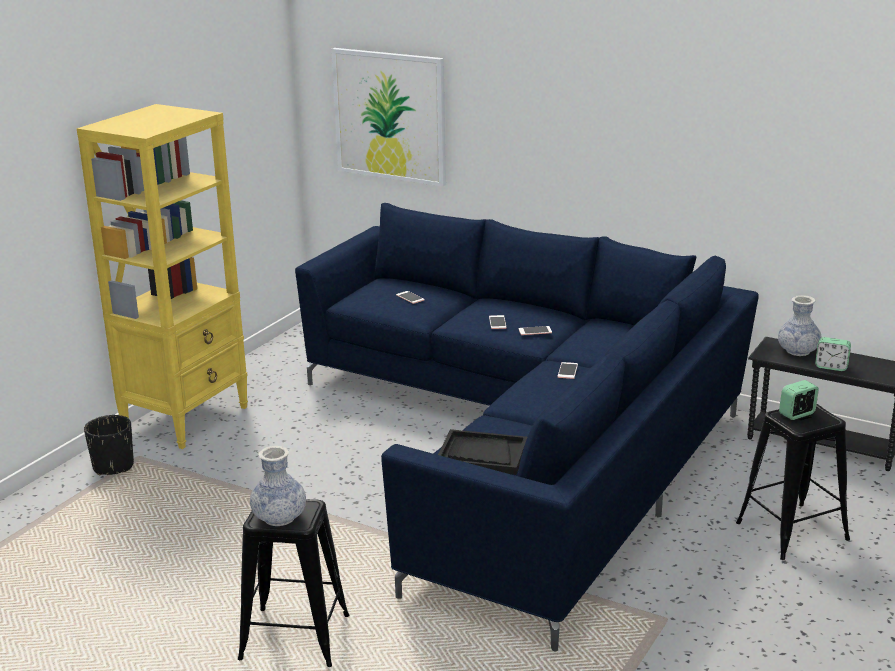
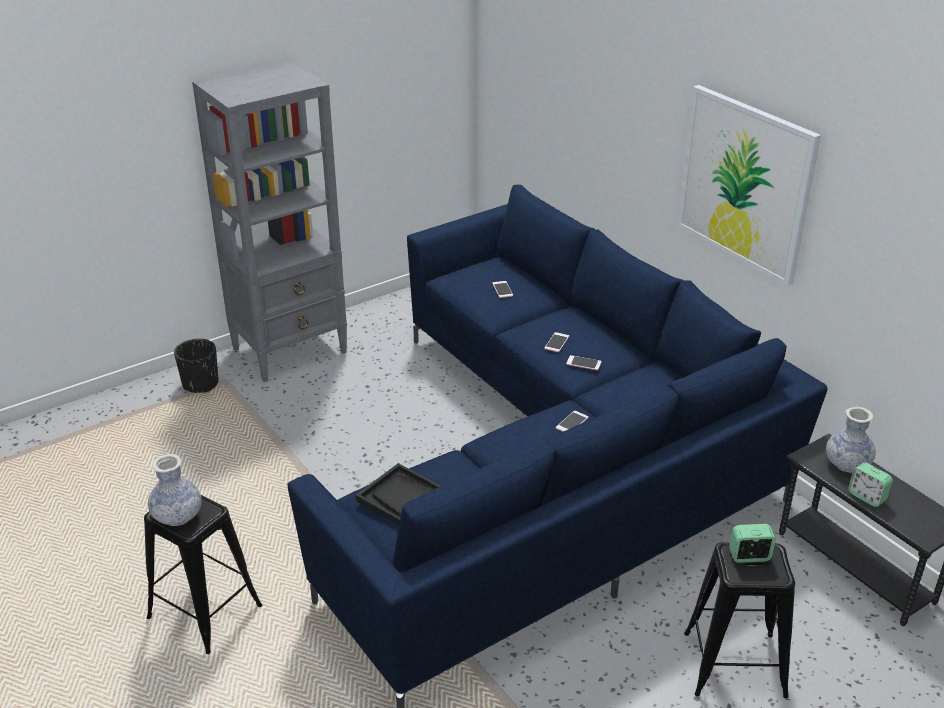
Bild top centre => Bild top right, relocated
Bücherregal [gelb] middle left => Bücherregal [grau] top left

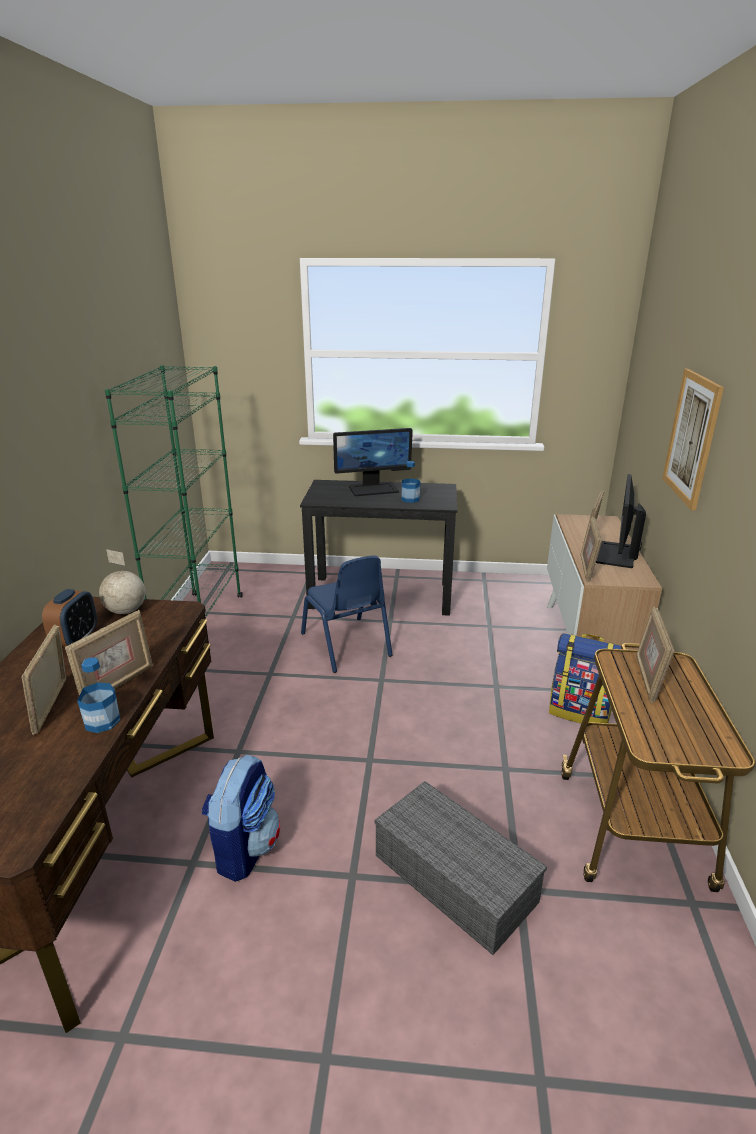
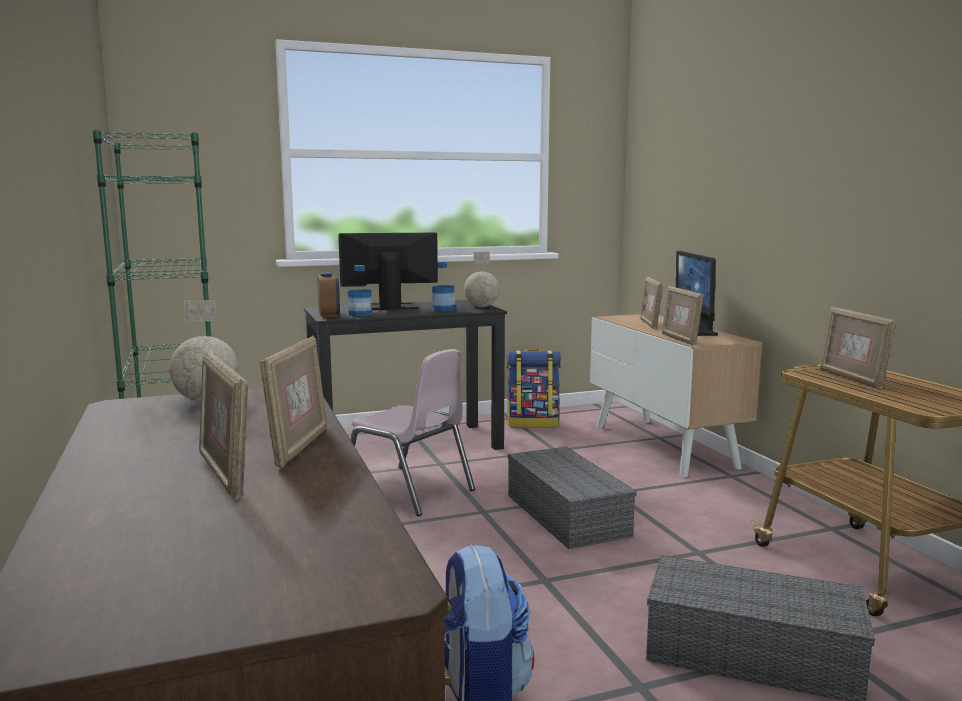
Bild middle right => nothing
Monitor (no. 1 from left) centre, 150 degrees counterclockwise
Stuhl [blau] centre => Stuhl [rosa] centre
Wecker middle left => Wecker centre, relocated
Rucksack (no. 2 from left) middle right => Rucksack (no. 2 from left) centre, relocated
Flasche (no. 1 from left) middle left => Flasche (no. 1 from left) centre, relocated
nothing => Globus (no. 2 from left) centre
nothing => Aufbewahrungsbox [grau] (no. 1 from left) bottom centre

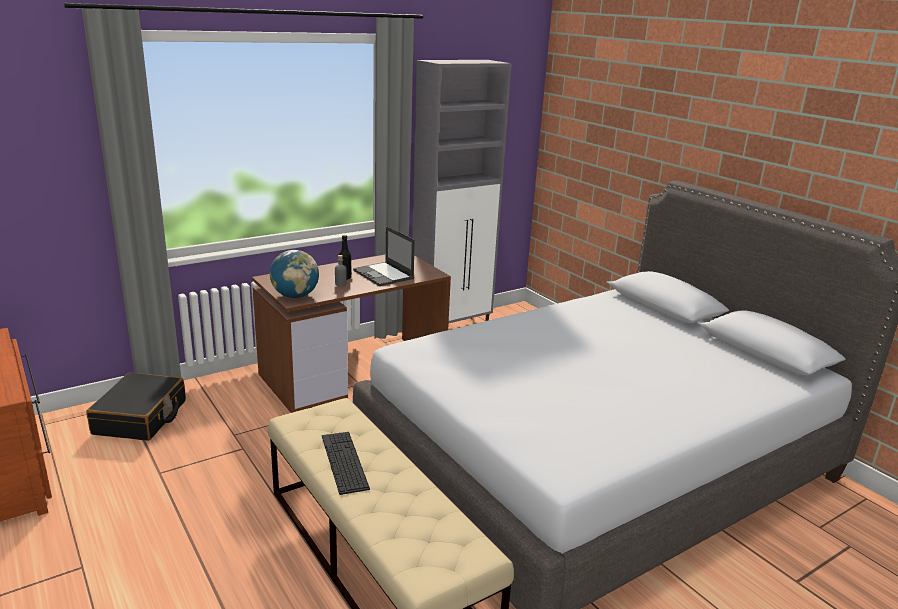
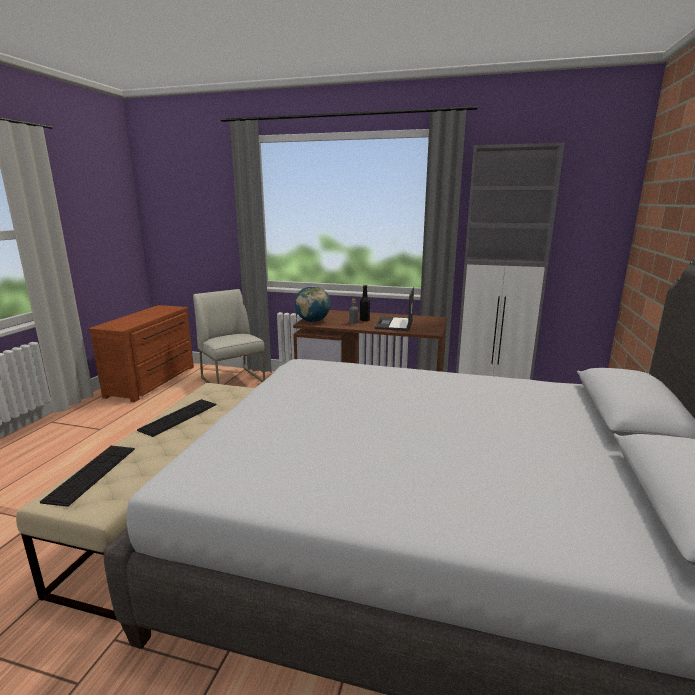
Koffer [schwarz] bottom left => Stuhl [weiß] middle left
nothing => Tastatur (no. 1 from left) bottom left

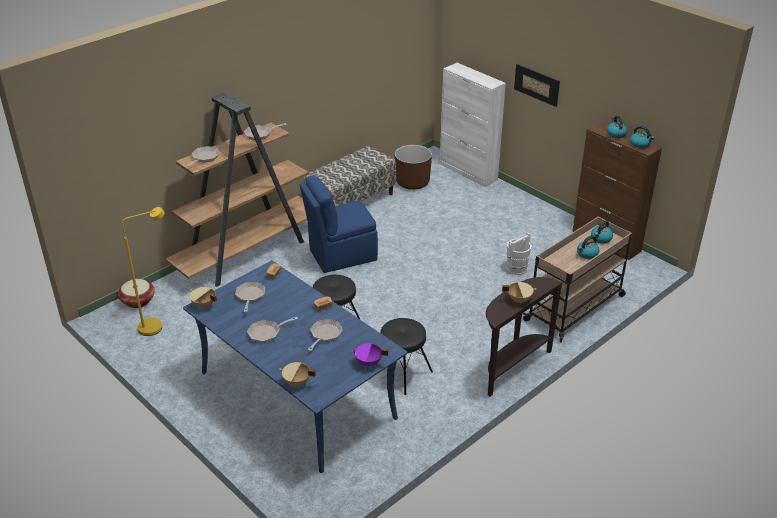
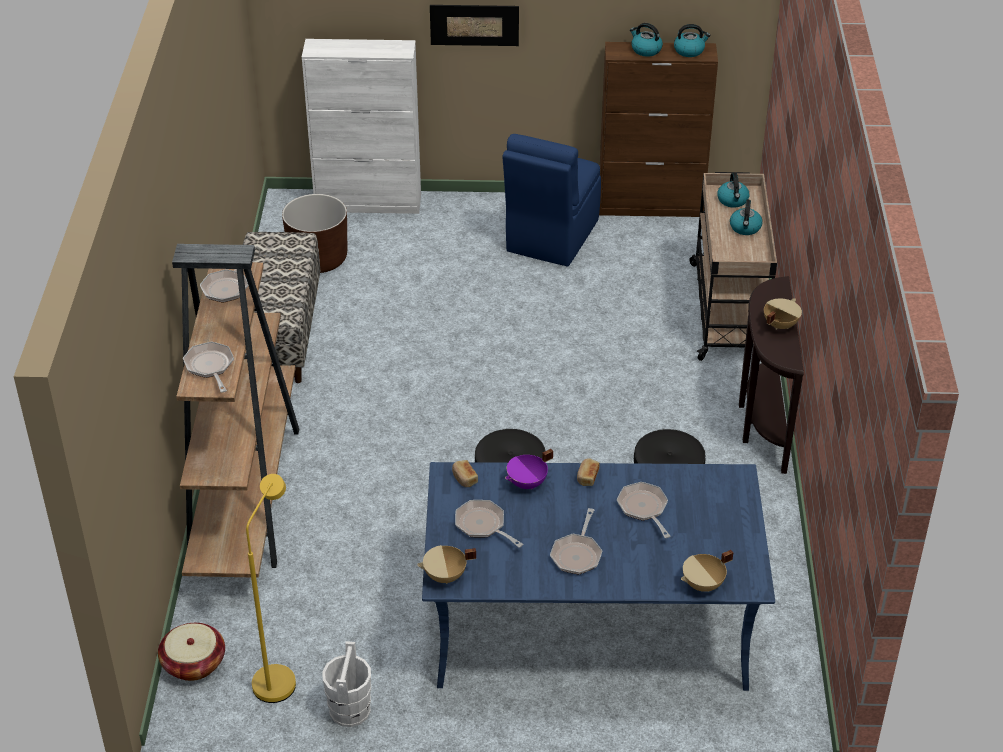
Stuhl [blau] centre => Stuhl [blau] top centre, relocated
Eimer [weiß] middle right => Eimer [weiß] bottom centre, relocated
Kochtopf [lila] bottom centre => Kochtopf [lila] centre, relocated

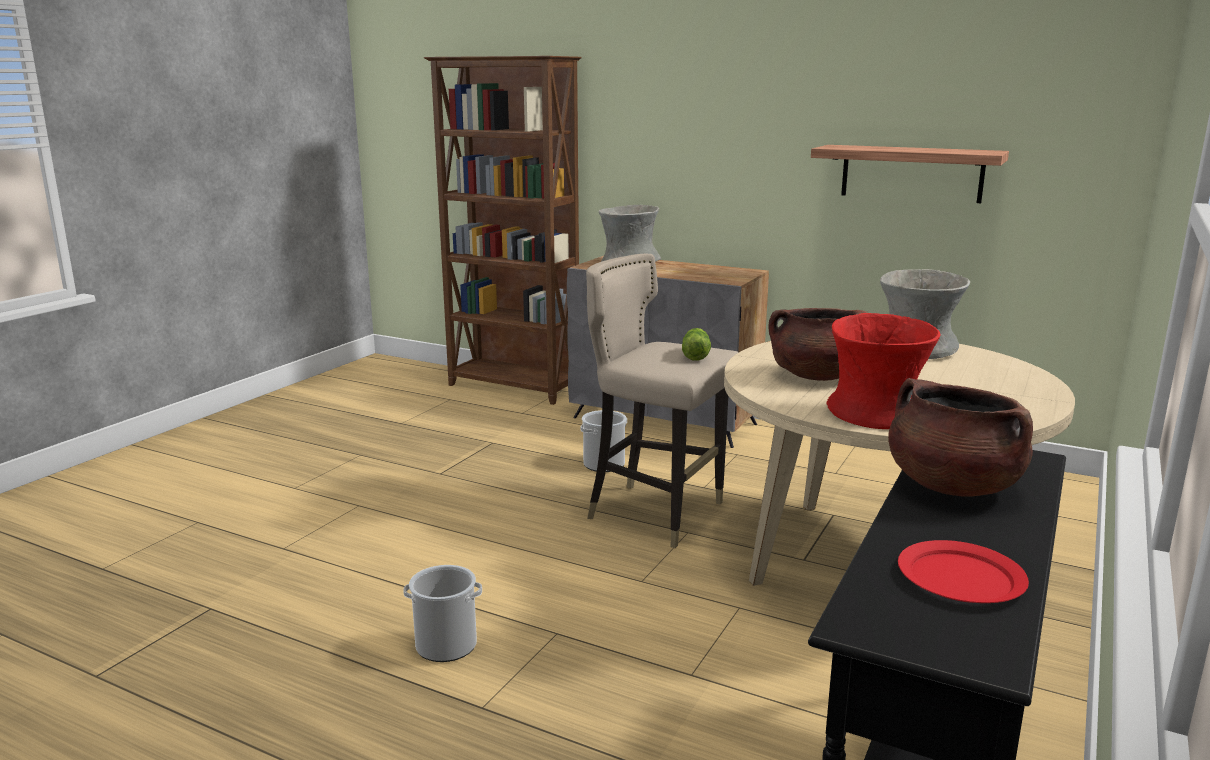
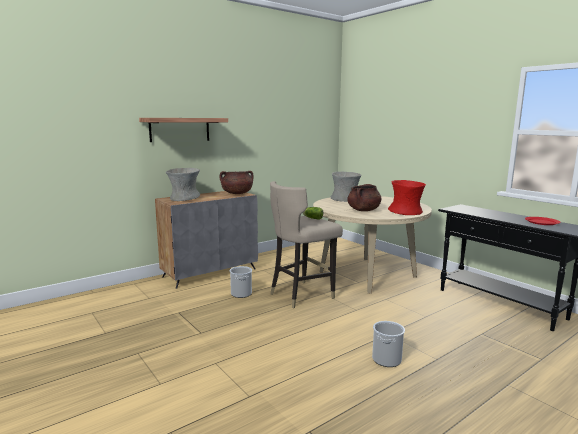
Bücherregal [braun] top centre => nothing
Wandregal top right => Wandregal top left, relocated
Kochtopf [braun] (no. 2 from left in the first image) middle right => Kochtopf [braun] (no. 1 from left) centre, relocated

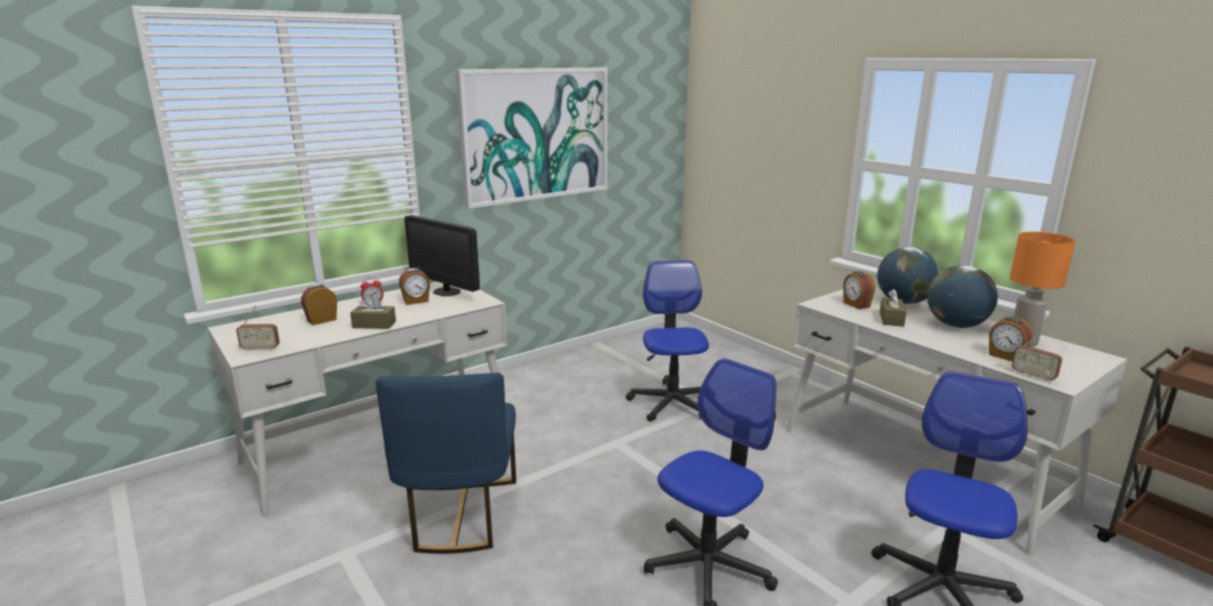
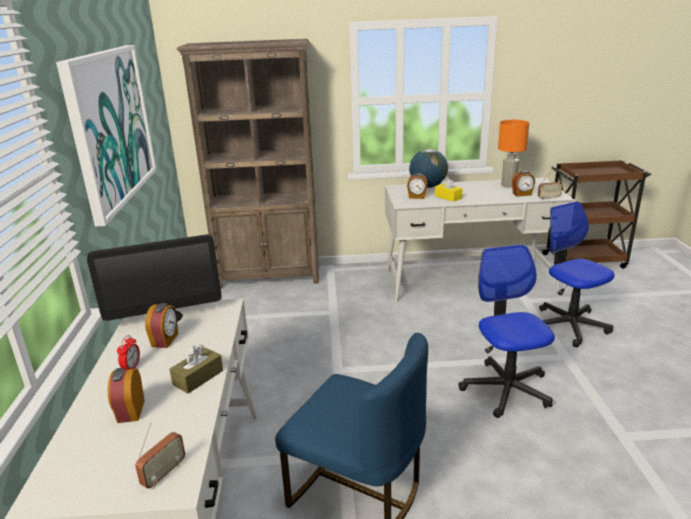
Bürostuhl (no. 1 from left) centre => nothing
Globus (no. 2 from left) middle right => nothing
Taschentuchbox [braun] (no. 2 from left) middle right => Taschentuchbox [gelb] centre
nothing => Bücherregal [braun] top centre

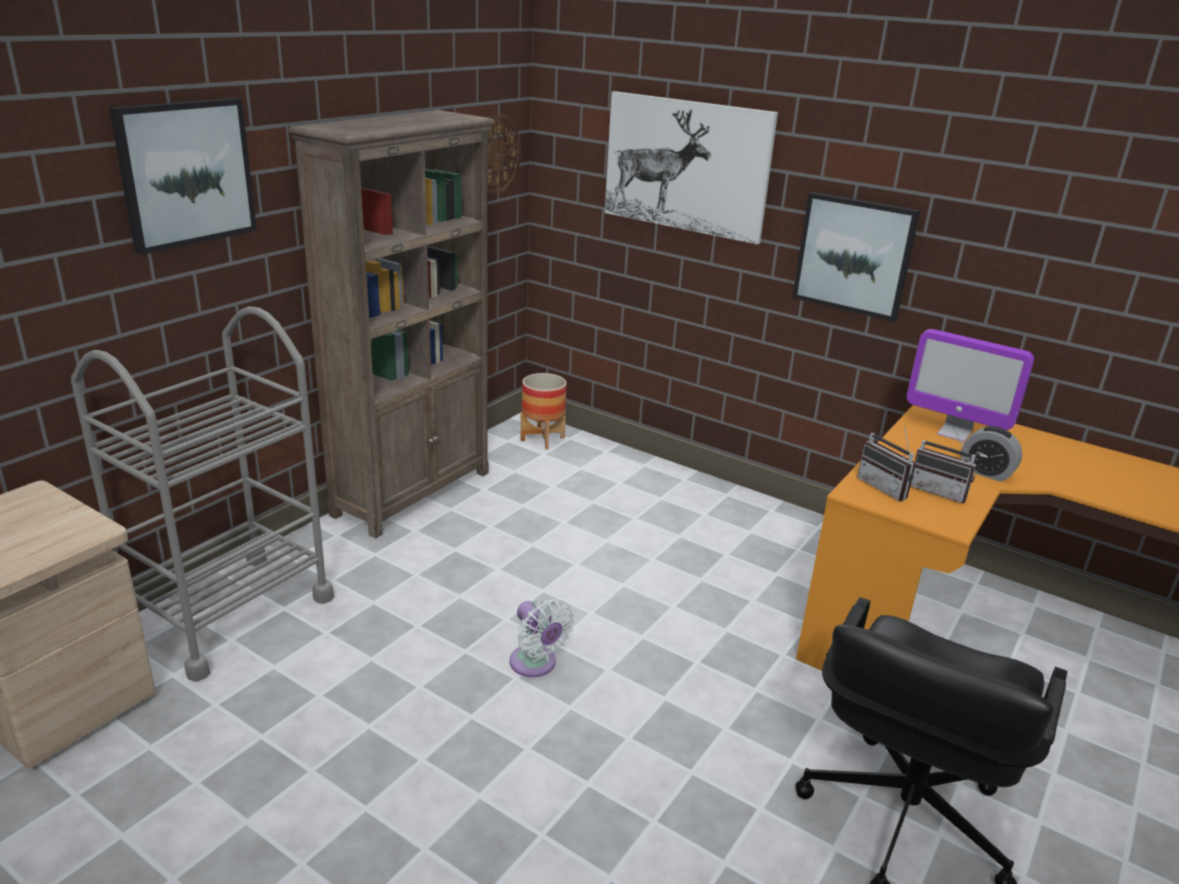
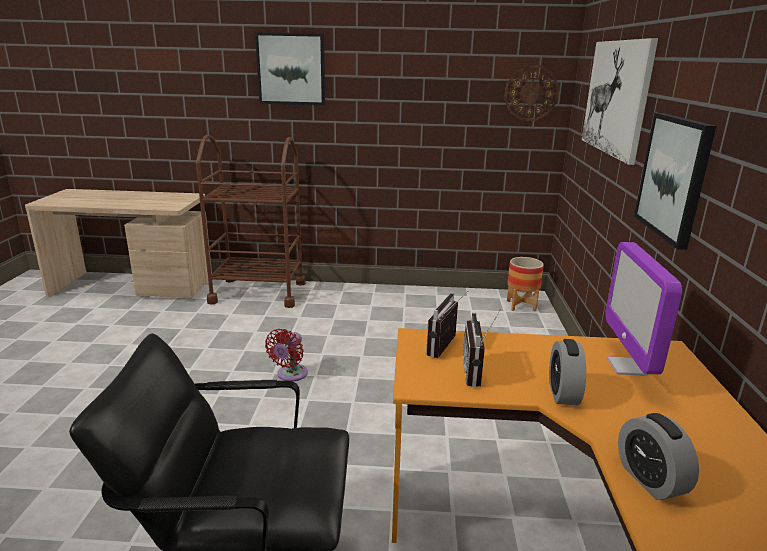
Bücherregal [braun] middle left => nothing
Rollwagen [grau] middle left => Rollwagen [braun] middle left
Ventilator [weiß] bottom centre => Ventilator [rot] centre
nothing => Wecker (no. 2 from left) bottom right

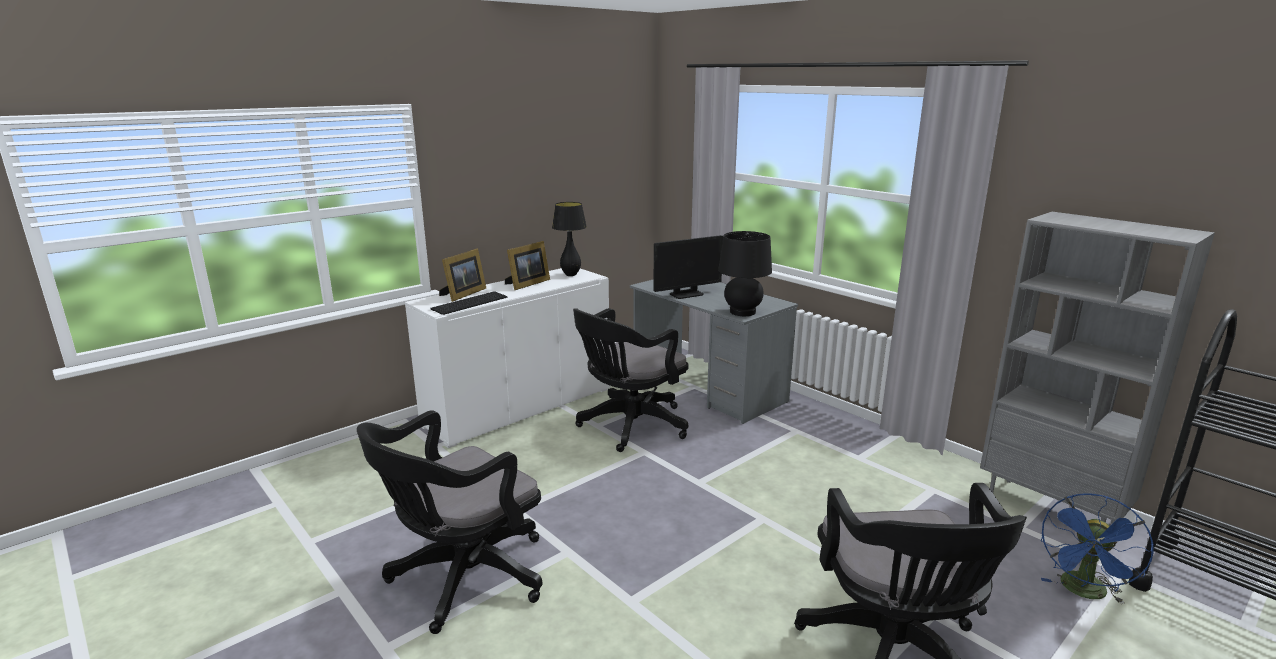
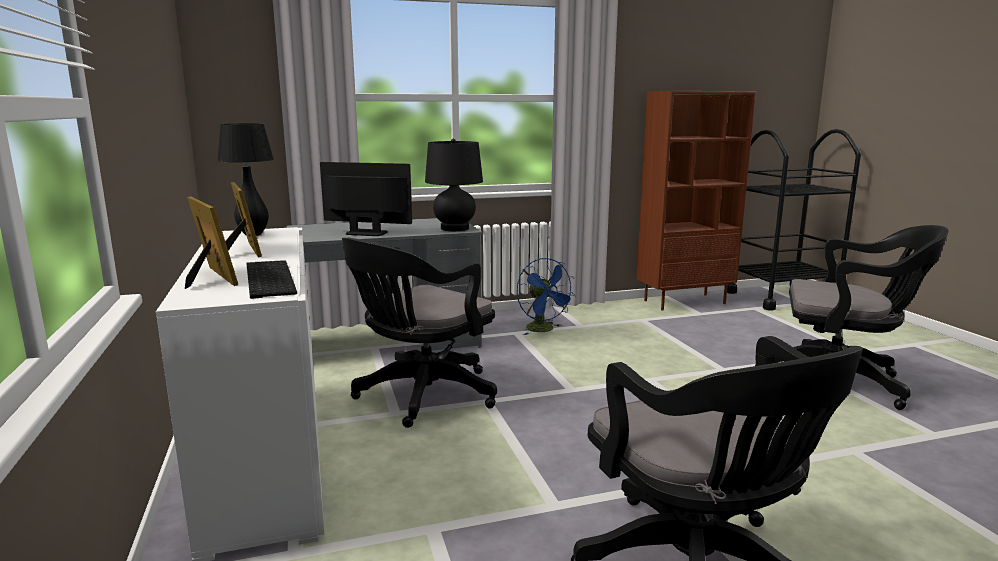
Bücherregal [grau] middle right => Bücherregal [braun] middle right
Monitor centre, 75 degrees counterclockwise
Bürostuhl [schwarz] (no. 2 from left in the first image) centre => Bürostuhl [schwarz] (no. 1 from left) centre, 60 degrees clockwise
Ventilator [blau] bottom right => Ventilator [blau] centre, relocated

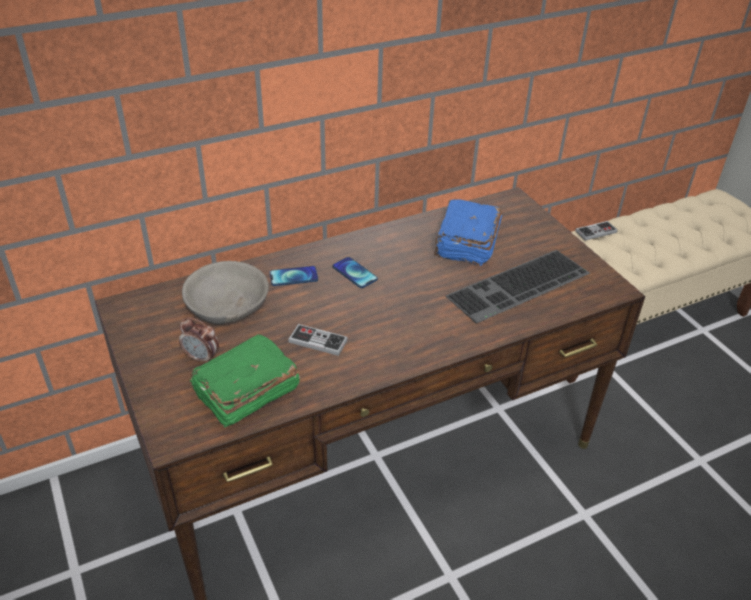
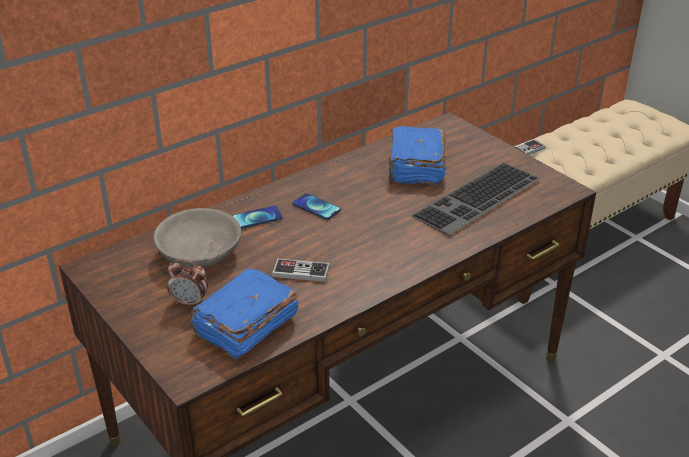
Buch [grün] middle left => Buch [blau] (no. 1 from left) bottom centre

